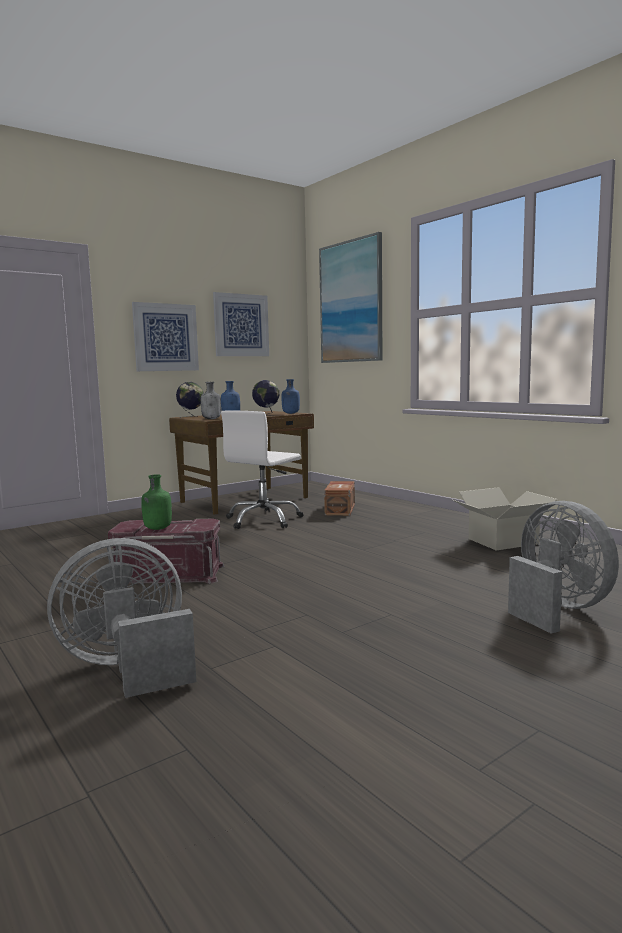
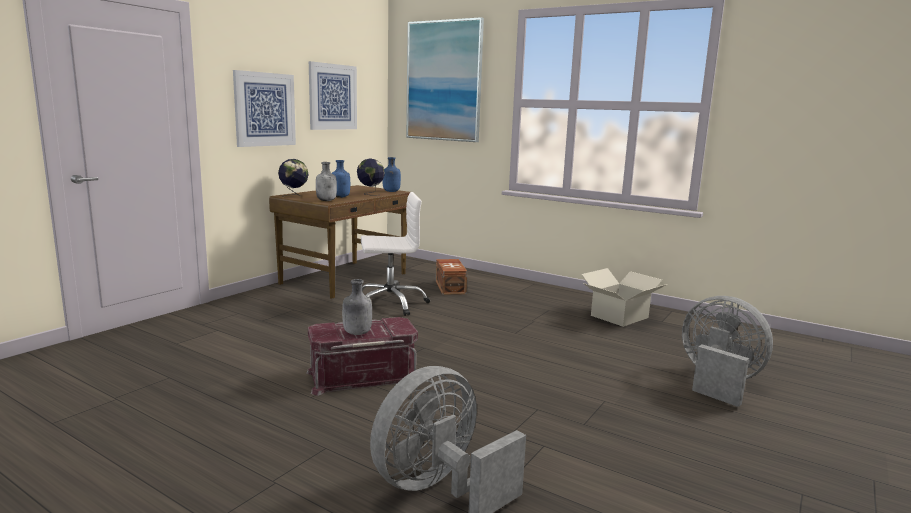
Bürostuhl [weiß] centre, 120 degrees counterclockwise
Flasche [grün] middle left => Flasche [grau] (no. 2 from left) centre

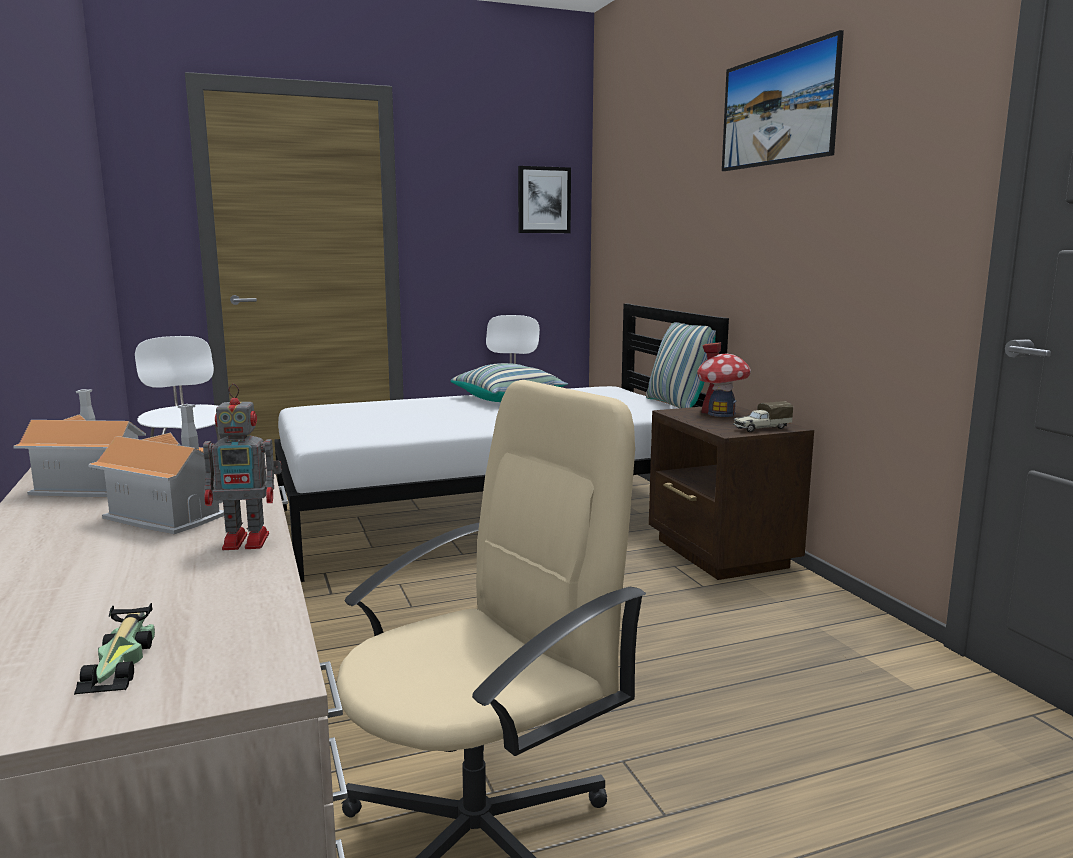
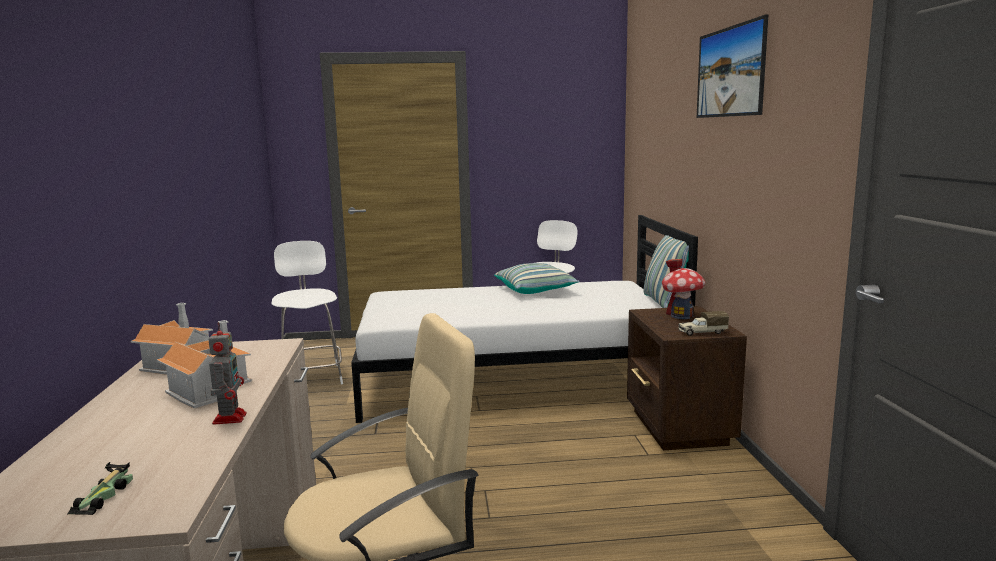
Bild (no. 1 from left) top centre => nothing
Spielzeugroboter middle left, 105 degrees counterclockwise

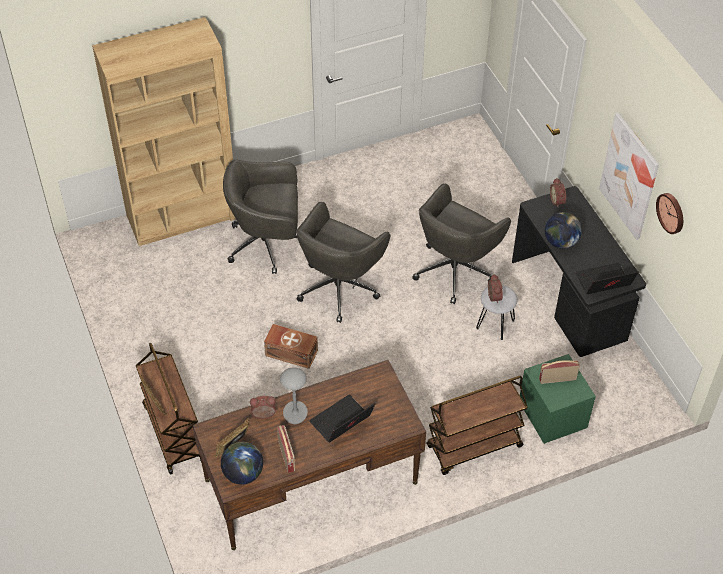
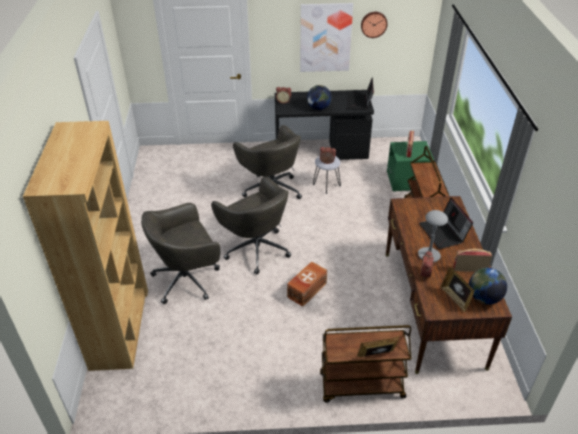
Bürostuhl [grau] (no. 1 from left) centre => Bürostuhl [grau] (no. 1 from left) middle left, 45 degrees clockwise

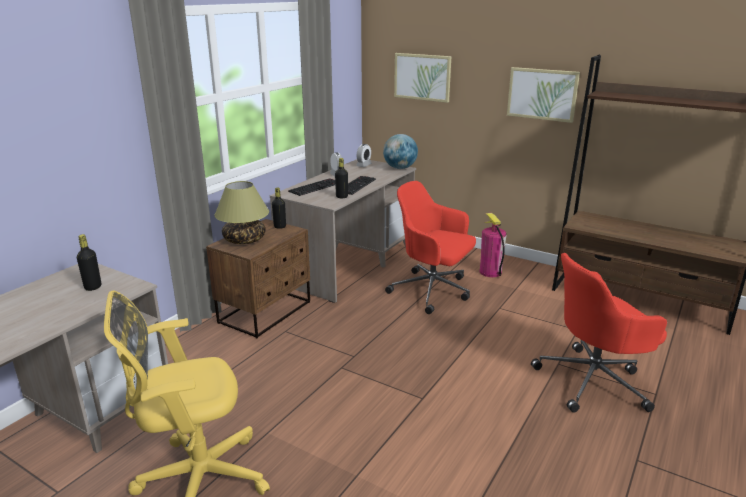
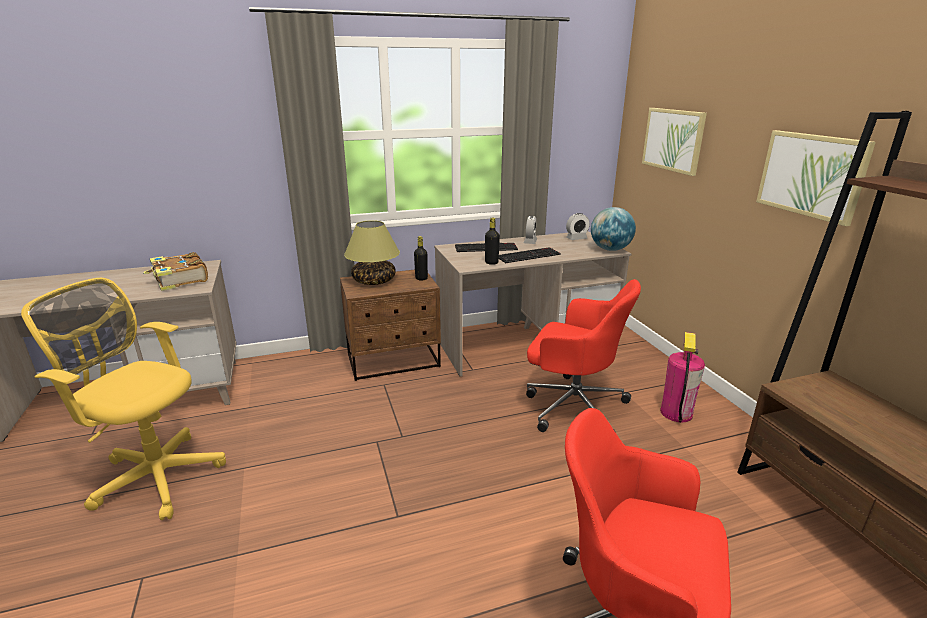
Bürostuhl [rot] (no. 1 from left) centre, 135 degrees clockwise
Flasche [schwarz] (no. 1 from left) middle left => Buch middle left

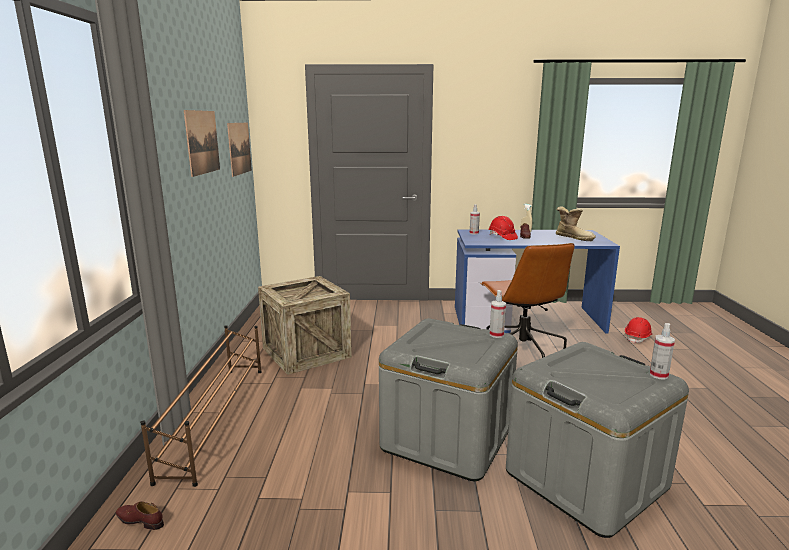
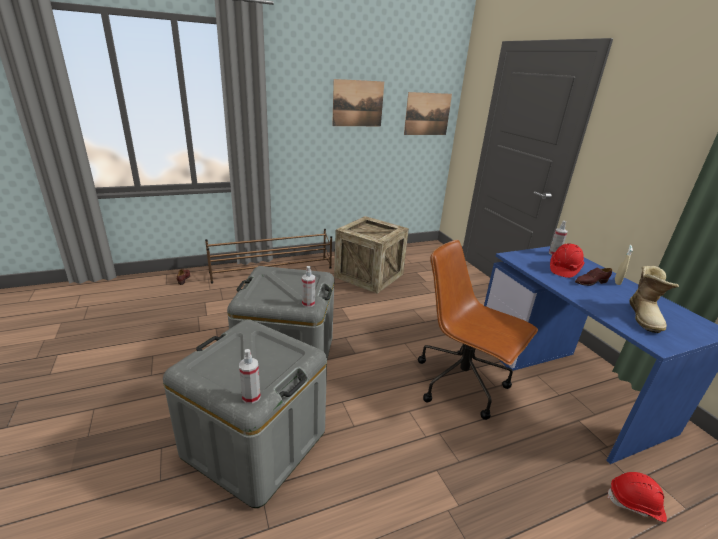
Bürostuhl [braun] middle right => Bürostuhl [braun] centre, 75 degrees clockwise

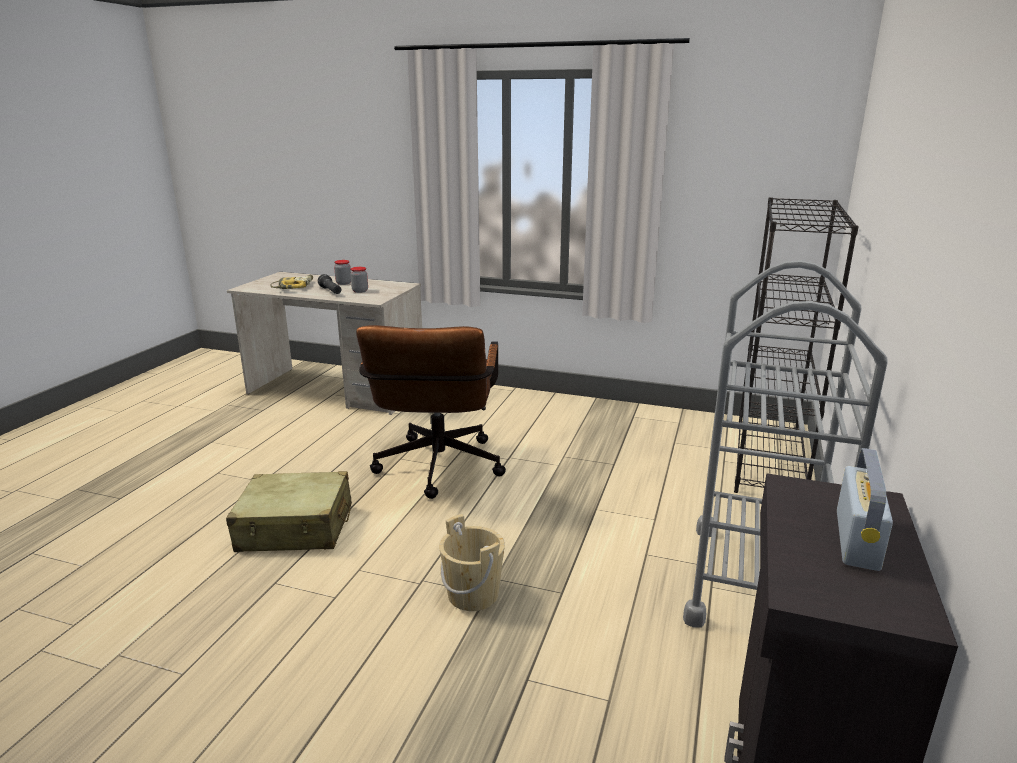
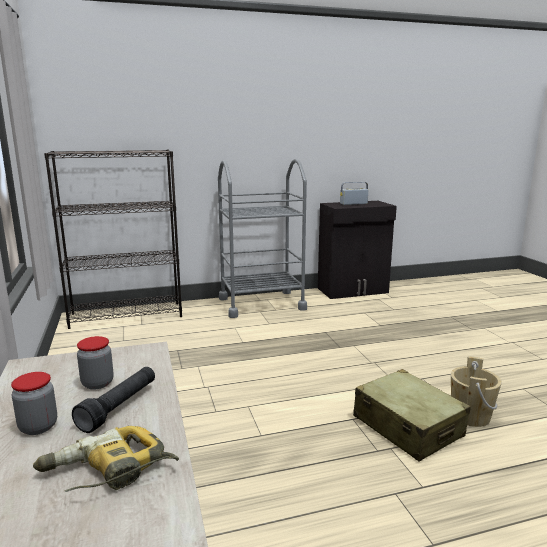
Bürostuhl [braun] centre => nothing
Eimer [beige] bottom centre => Eimer [beige] bottom right, relocated

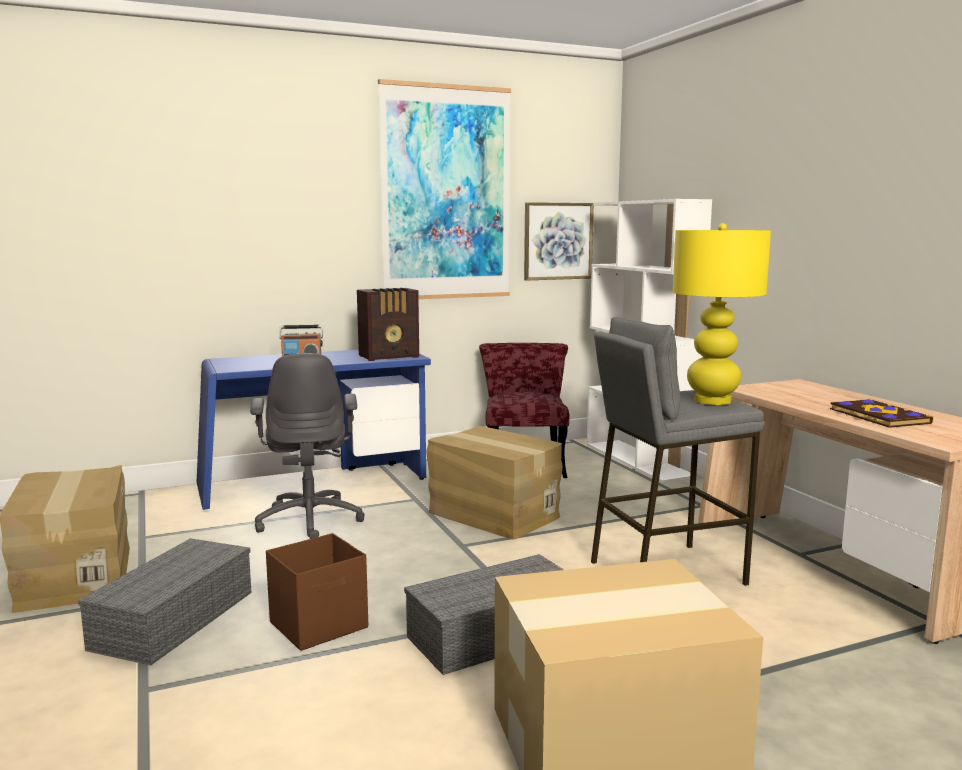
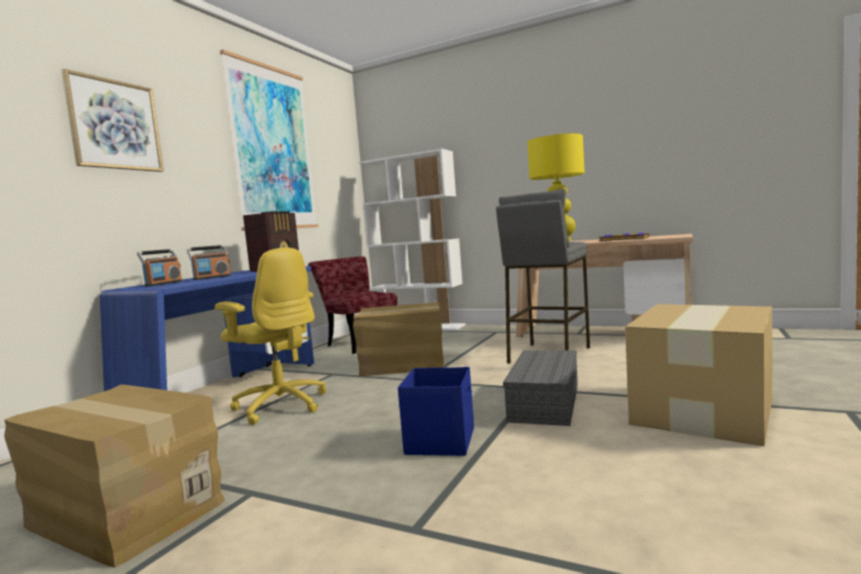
Bild (no. 2 from left in the first image) top centre => Bild (no. 1 from left) top left, relocated
Bürostuhl [grau] middle left => Bürostuhl [gelb] middle left
Aufbewahrungsbox [braun] bottom left => Aufbewahrungsbox [blau] bottom centre
Aufbewahrungsbox [grau] (no. 1 from left) bottom left => nothing
nothing => Radio (no. 1 from left) middle left

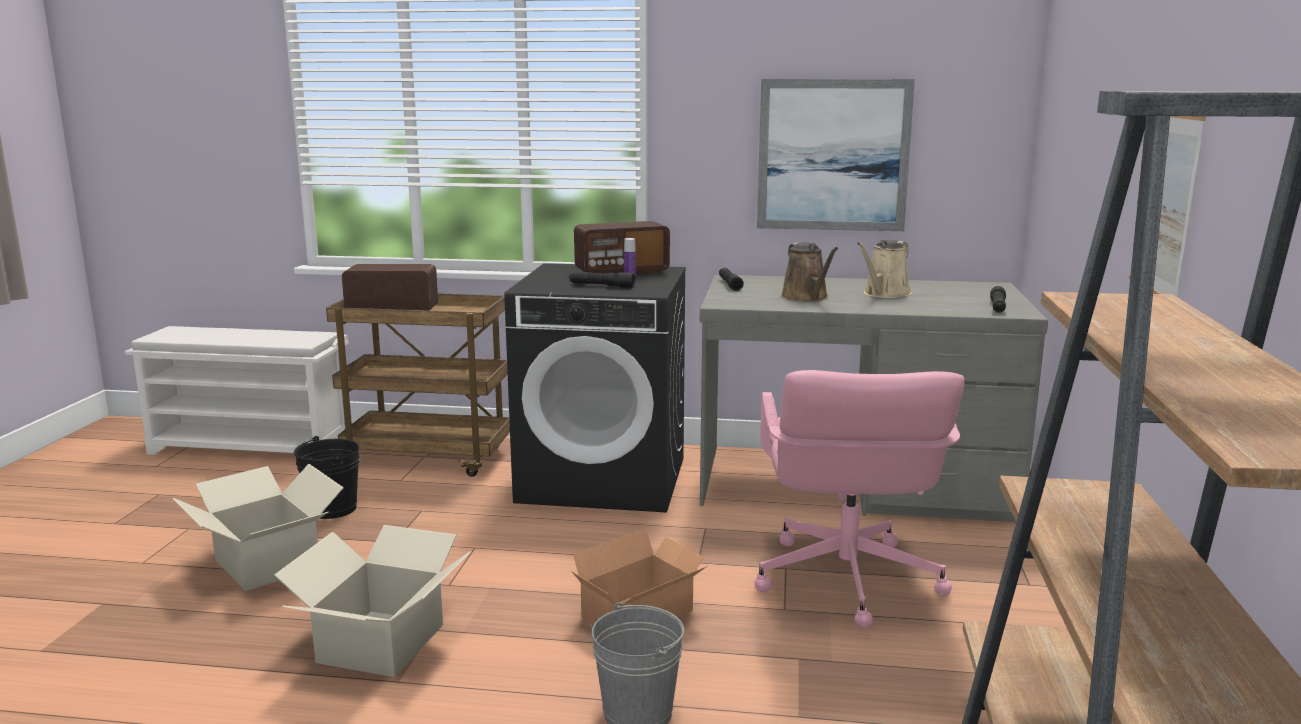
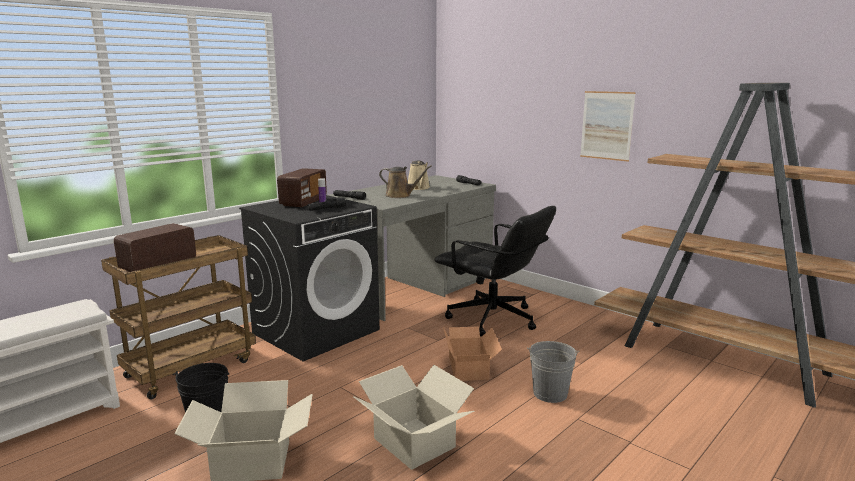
Bild (no. 1 from left) top centre => nothing
Bürostuhl [rosa] bottom centre => Bürostuhl [schwarz] centre

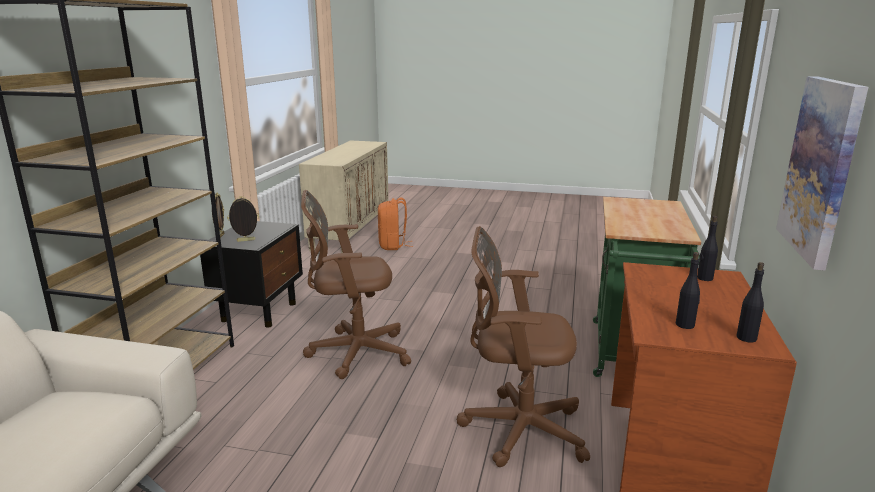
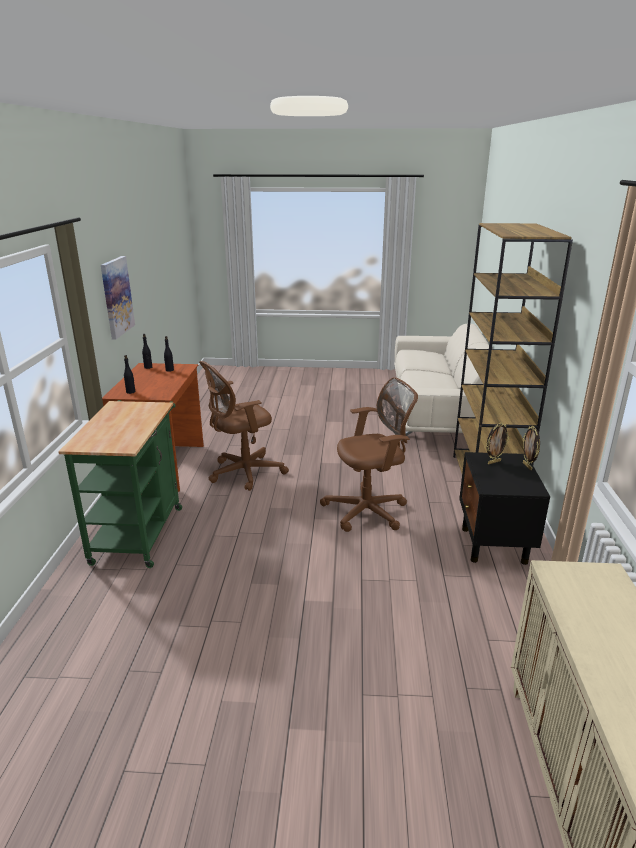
Rucksack [orange] centre => nothing
Bürostuhl [braun] (no. 2 from left in the first image) bottom centre => Bürostuhl [braun] (no. 1 from left) centre, 150 degrees clockwise

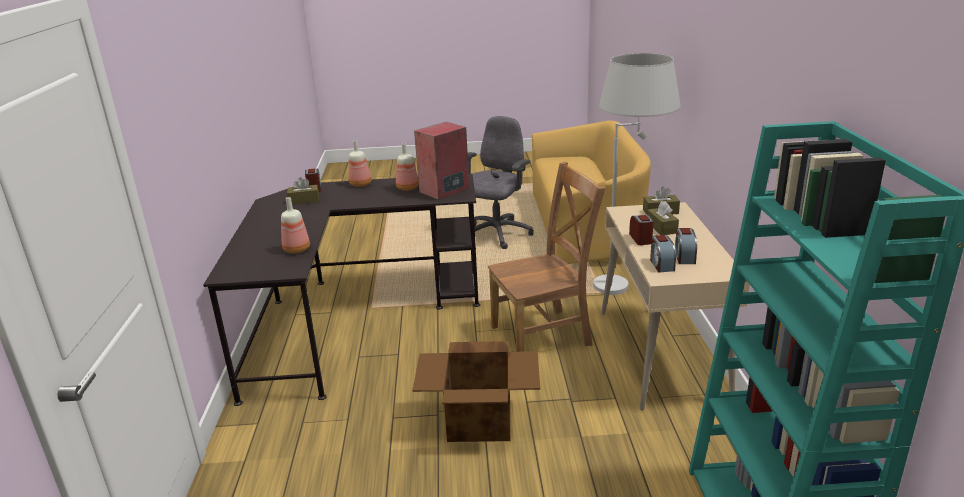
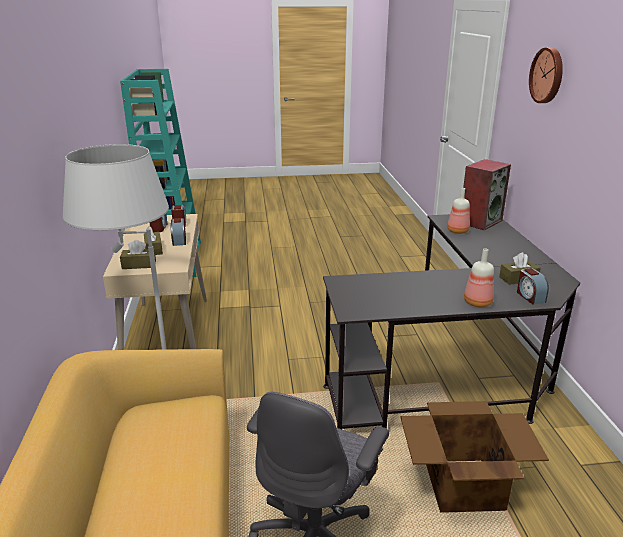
Lautsprecher top centre => Lautsprecher middle right, relocated
Flasche (no. 3 from left) centre => nothing
Stuhl [braun] centre => nothing
Karton bottom centre => Karton bottom right, relocated
nothing => Wanduhr top right

